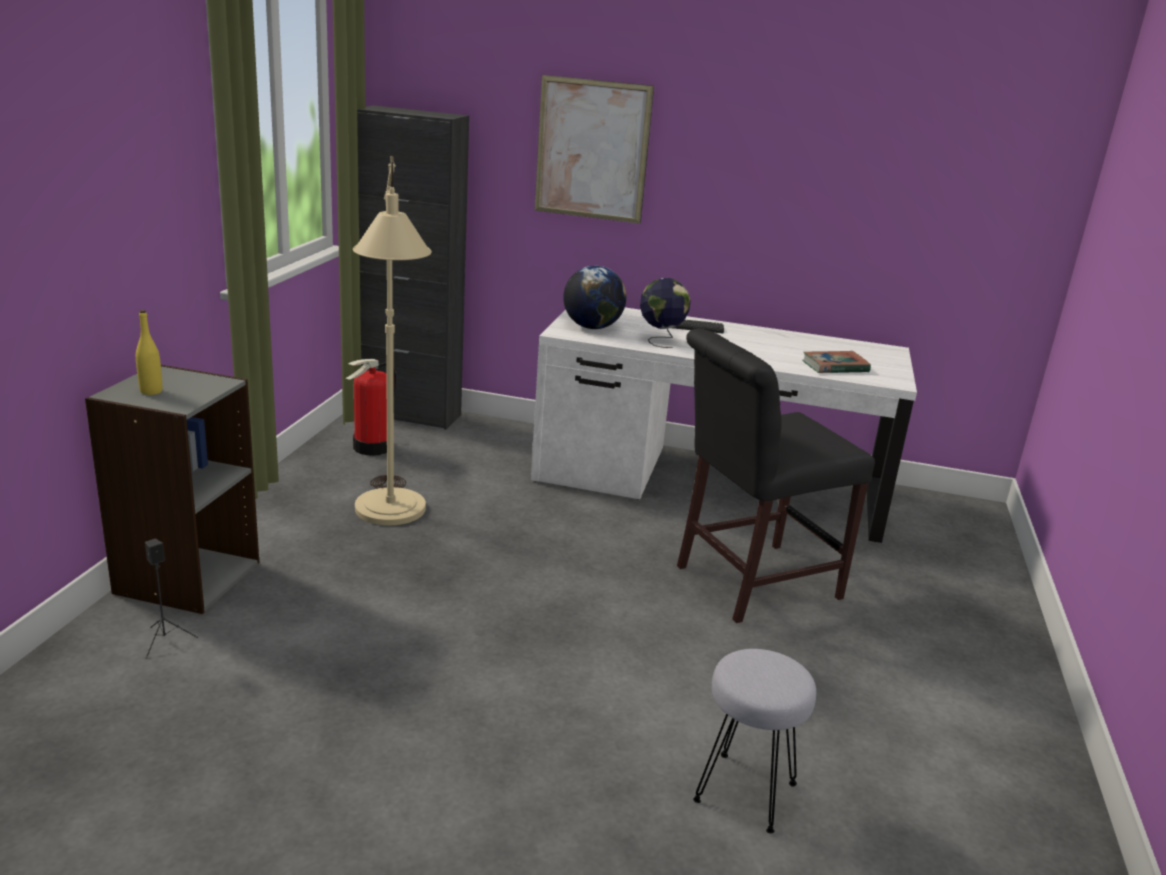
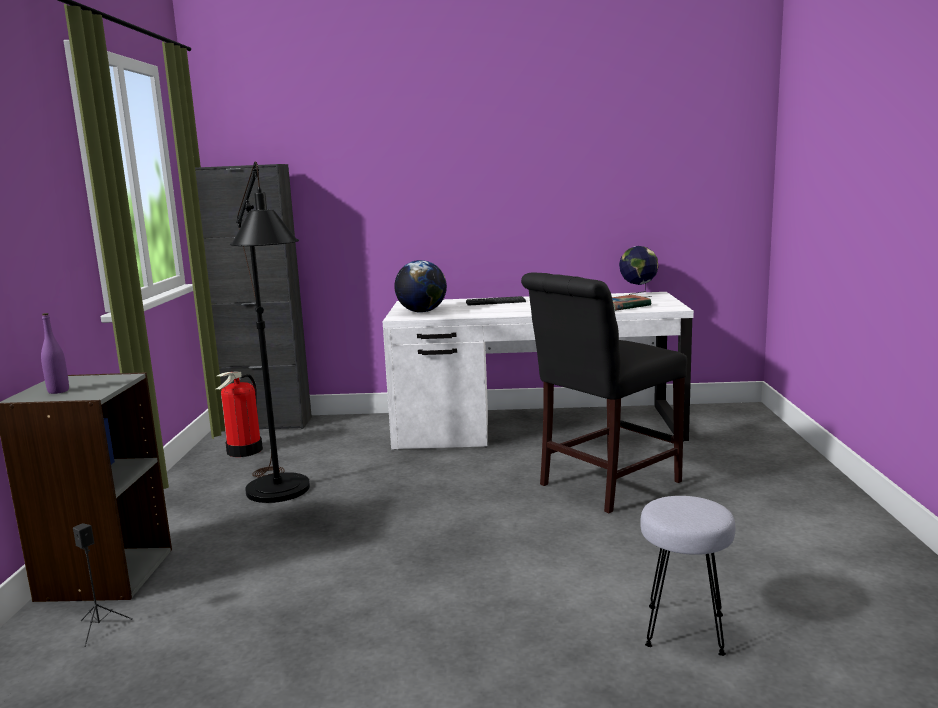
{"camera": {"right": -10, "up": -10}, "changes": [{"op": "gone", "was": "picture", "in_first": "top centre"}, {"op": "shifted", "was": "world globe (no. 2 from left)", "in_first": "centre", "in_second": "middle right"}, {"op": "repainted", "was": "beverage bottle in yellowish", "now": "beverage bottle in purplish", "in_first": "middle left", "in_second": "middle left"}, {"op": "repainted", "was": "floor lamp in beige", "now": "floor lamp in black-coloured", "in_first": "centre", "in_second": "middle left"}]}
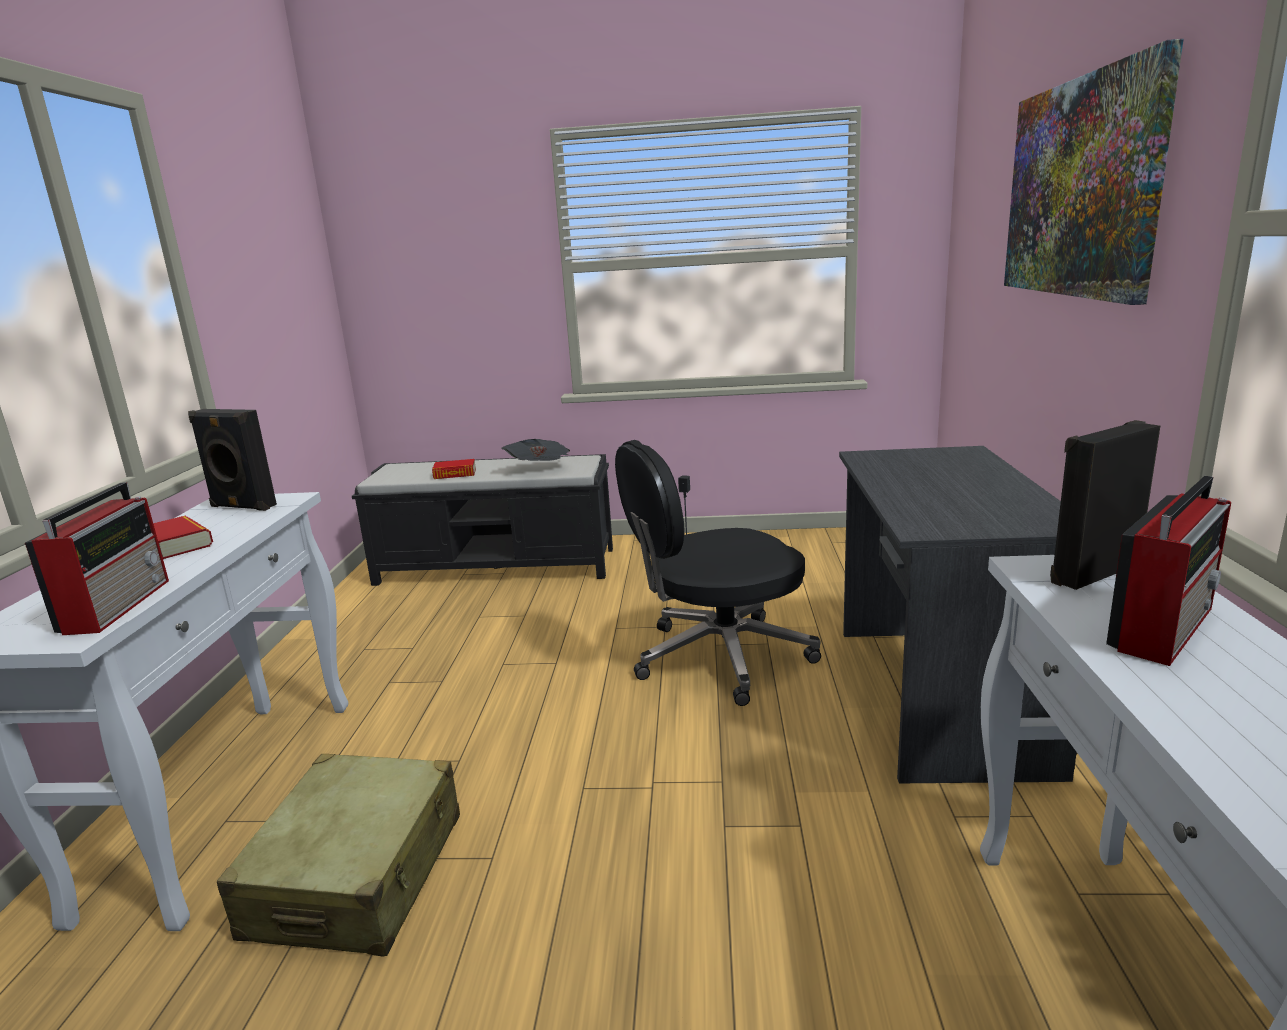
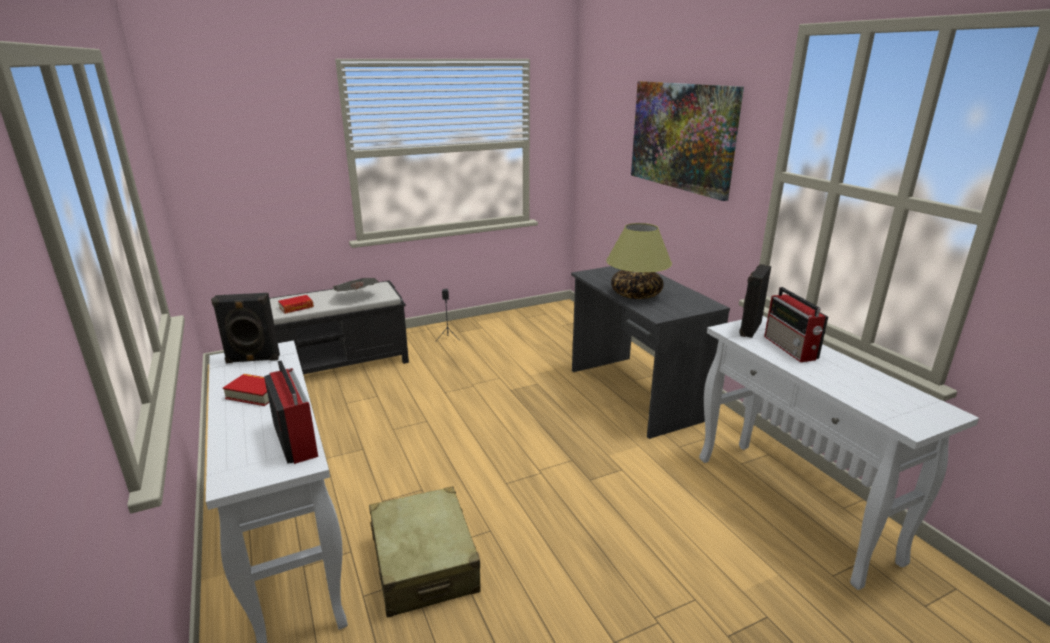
{"camera": {"right": -30, "up": 5}, "changes": [{"op": "gone", "was": "office chair in black-coloured", "in_first": "centre"}, {"op": "new", "now": "table lamp", "in_second": "centre"}, {"op": "rotated", "was": "radio (no. 2 from left)", "in_first": "middle right", "in_second": "middle right", "clockwise": 150}]}
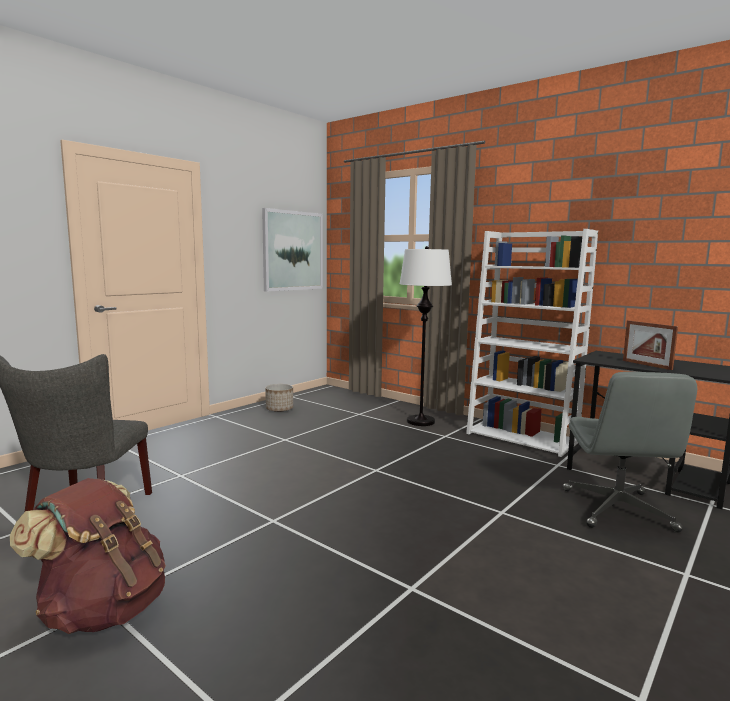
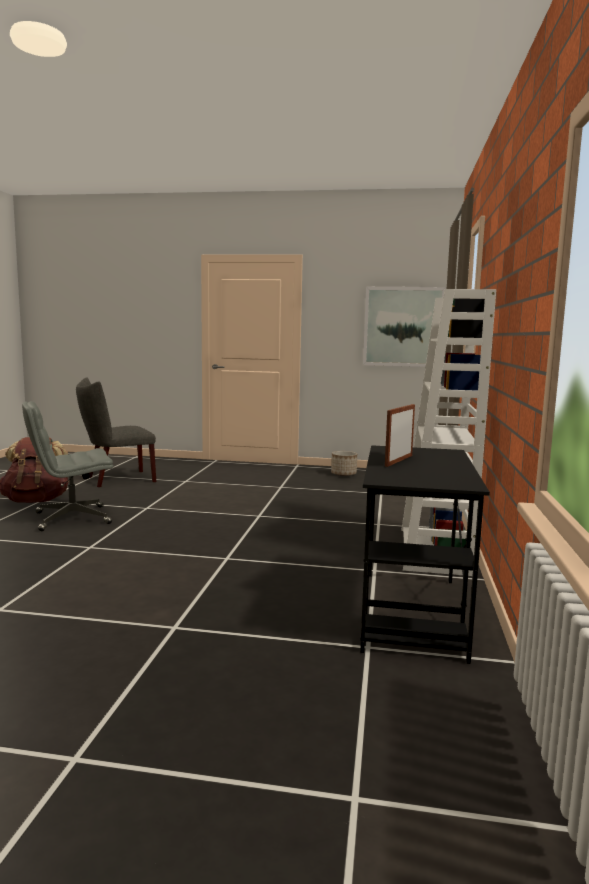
{"camera": {"right": 60, "up": 0}, "changes": [{"op": "gone", "was": "floor lamp in white", "in_first": "centre"}, {"op": "shifted", "was": "office chair in greyish", "in_first": "middle right", "in_second": "middle left"}]}
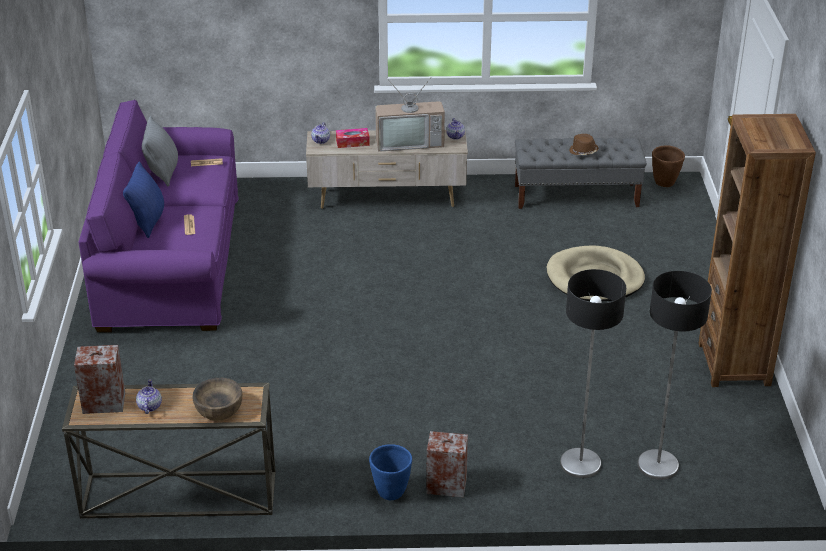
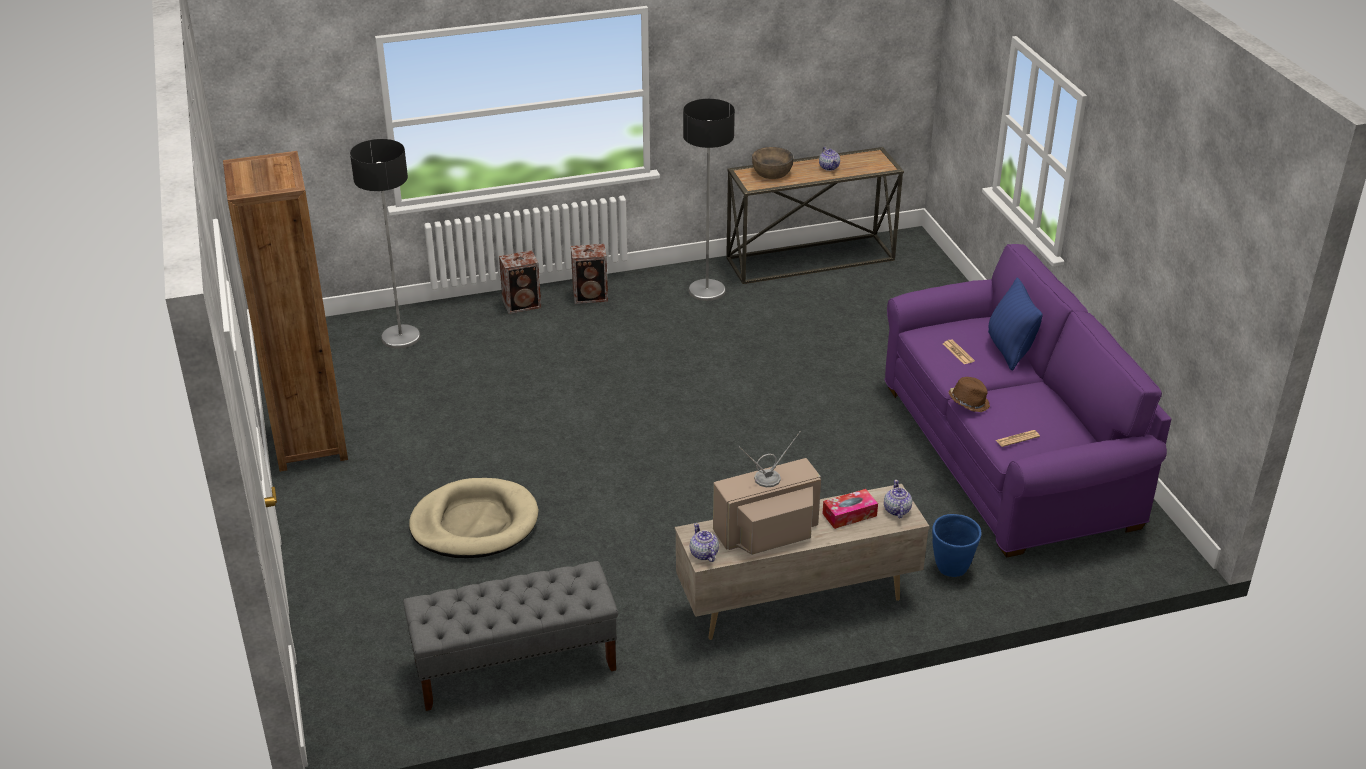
{"camera": {"right": 165, "up": 0}, "changes": [{"op": "gone", "was": "cushion in greyish", "in_first": "top left"}, {"op": "gone", "was": "planter in brown", "in_first": "top right"}, {"op": "shifted", "was": "audio speaker (no. 1 from left)", "in_first": "bottom left", "in_second": "centre"}, {"op": "shifted", "was": "planter in blue-coloured", "in_first": "bottom centre", "in_second": "bottom right"}, {"op": "shifted", "was": "floor lamp (no. 1 from left in the first image)", "now": "floor lamp (no. 2 from left)", "in_first": "bottom right", "in_second": "top centre"}, {"op": "shifted", "was": "hat in brown", "in_first": "top right", "in_second": "middle right"}]}
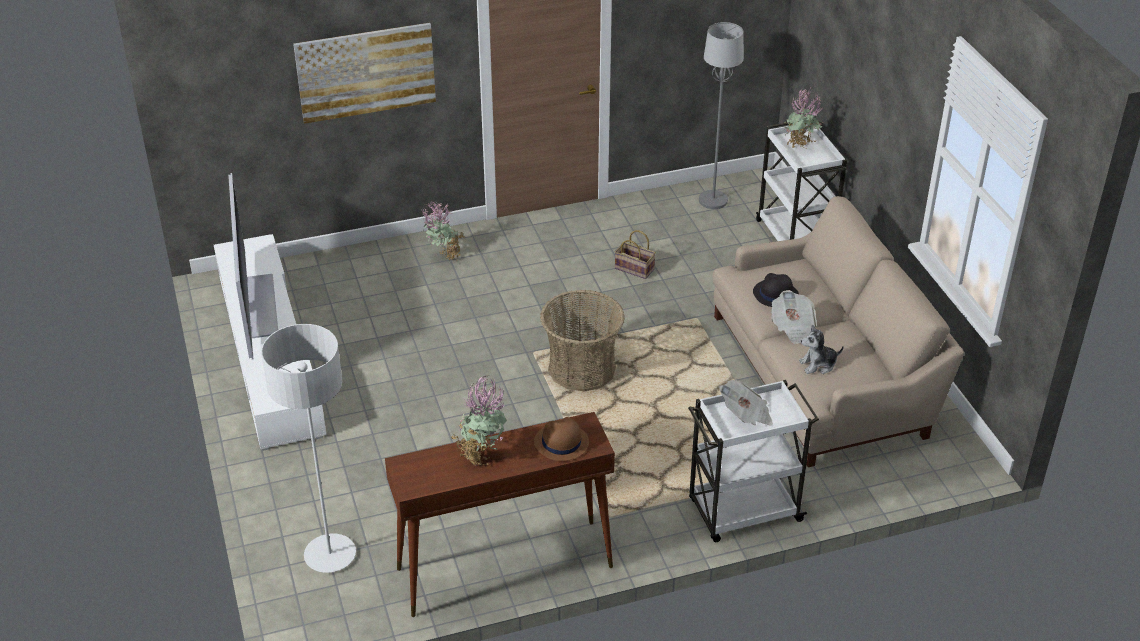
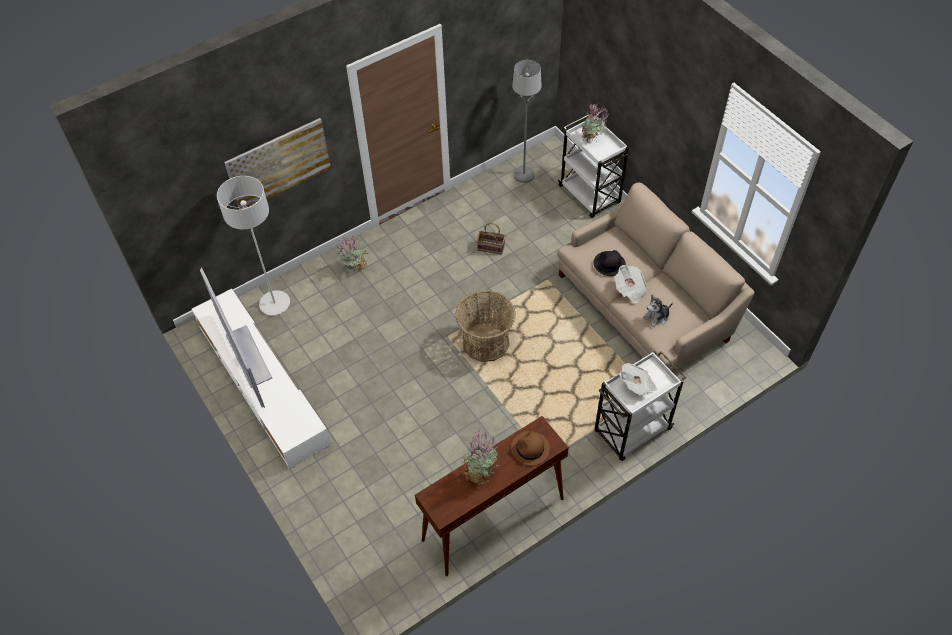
{"camera": {"right": -15, "up": 15}, "changes": [{"op": "shifted", "was": "floor lamp in greyish (no. 1 from left)", "in_first": "bottom left", "in_second": "middle left"}]}
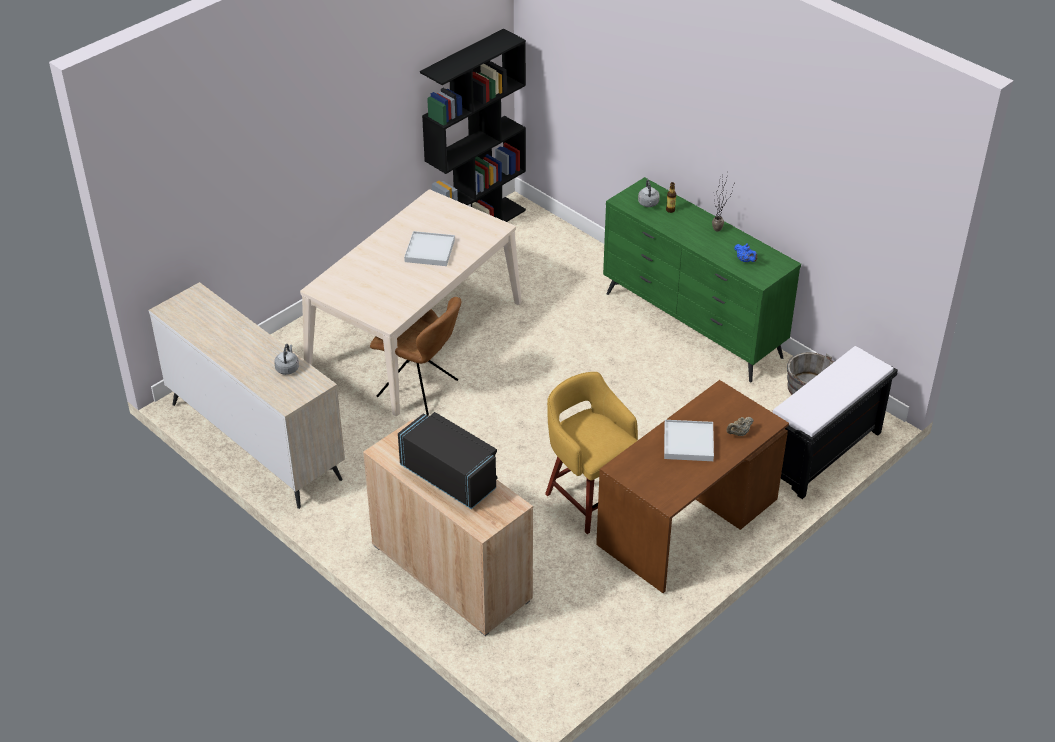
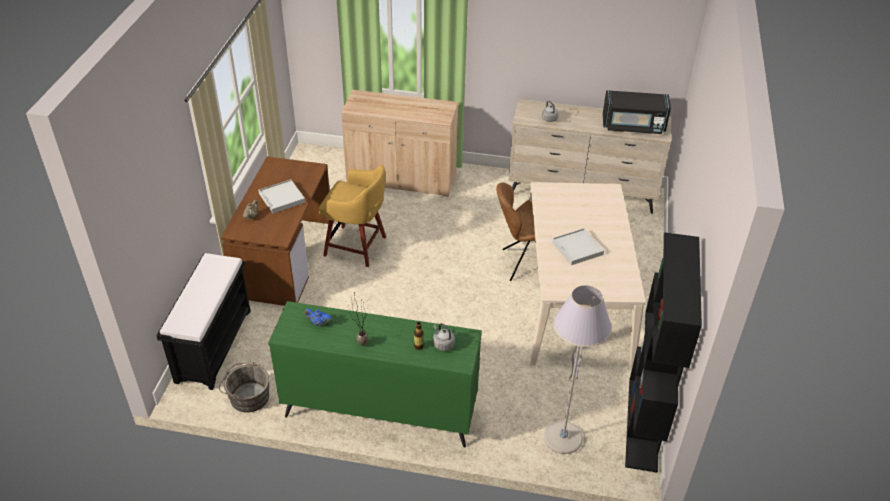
{"camera": {"right": 145, "up": 0}, "changes": [{"op": "new", "now": "floor lamp in greyish", "in_second": "bottom centre"}, {"op": "shifted", "was": "microwave in black-coloured", "in_first": "centre", "in_second": "top right"}]}
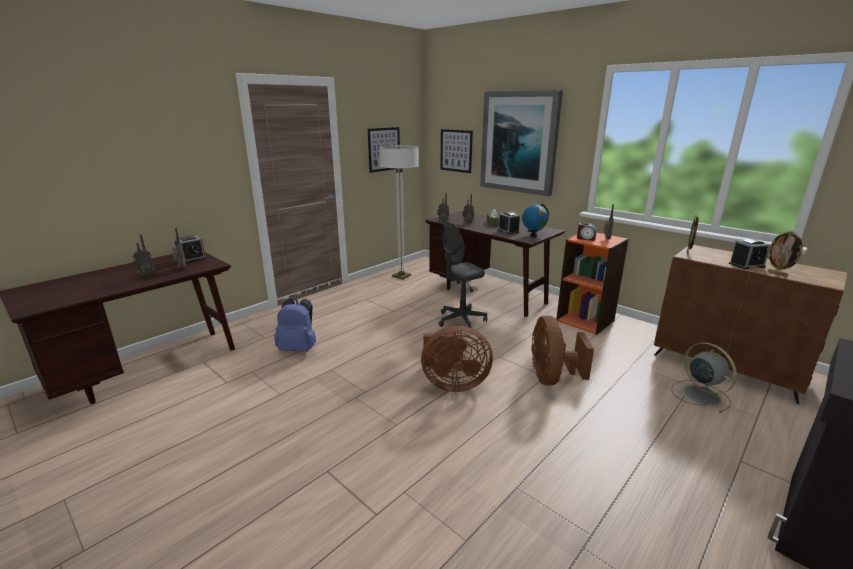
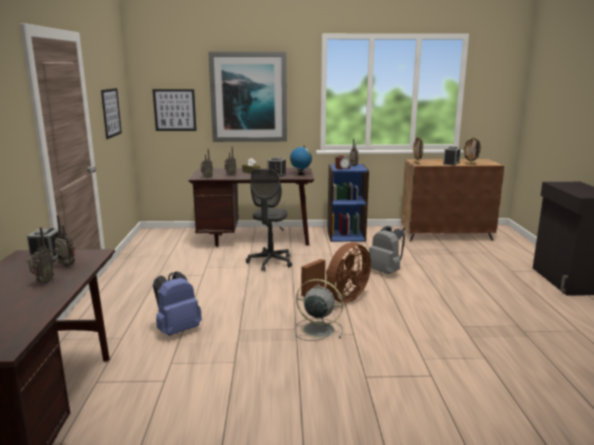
{"camera": {"right": -45, "up": -5}, "changes": [{"op": "gone", "was": "floor lamp", "in_first": "centre"}, {"op": "shifted", "was": "electric fan in greyish", "in_first": "middle right", "in_second": "bottom centre"}, {"op": "swapped", "was": "electric fan in brown (no. 2 from left)", "now": "backpack in greyish", "in_first": "centre", "in_second": "centre"}, {"op": "repainted", "was": "bookcase in orangey", "now": "bookcase in blue-coloured", "in_first": "middle right", "in_second": "centre"}]}
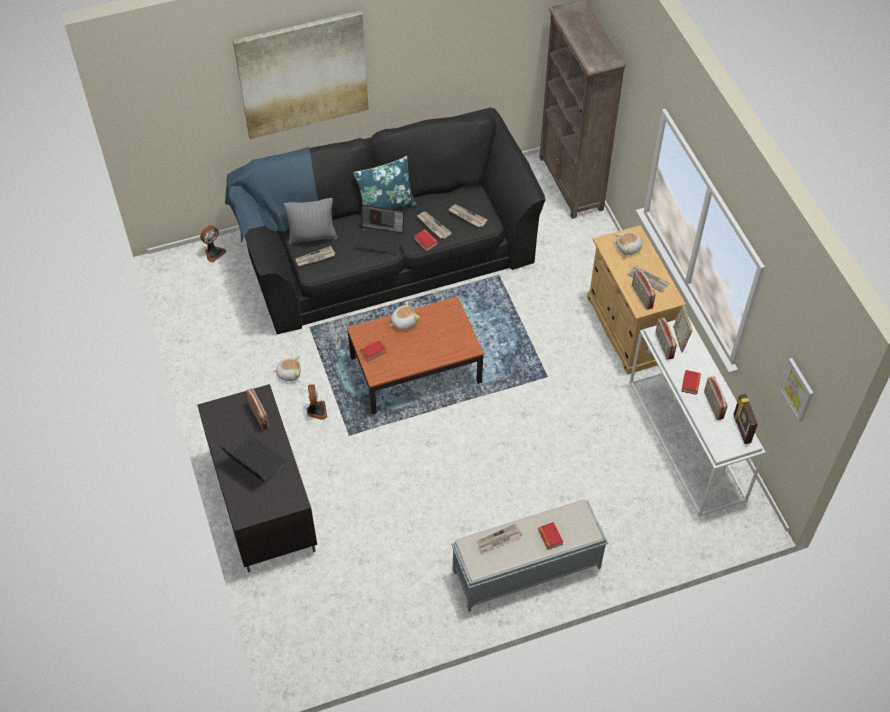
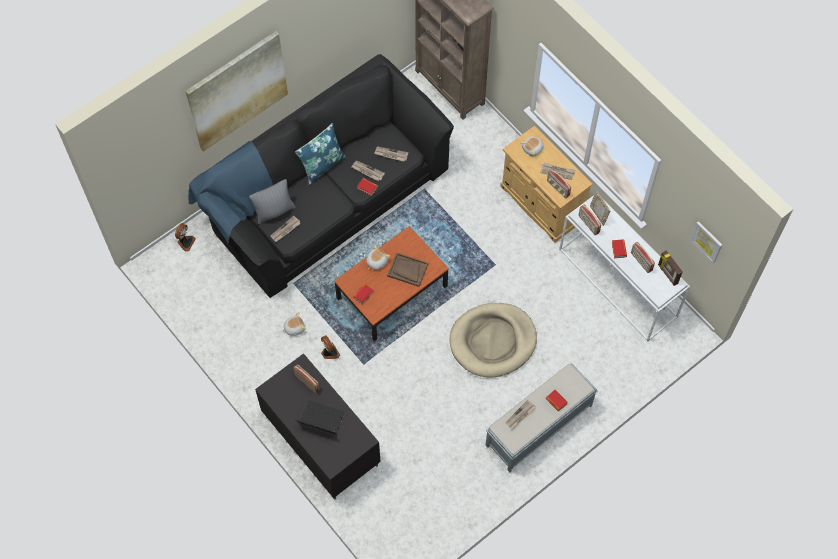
{"camera": {"right": -20, "up": 10}, "changes": [{"op": "gone", "was": "portable computer (no. 2 from left)", "in_first": "top centre"}, {"op": "new", "now": "carrying tray in brown", "in_second": "centre"}, {"op": "new", "now": "pet bed in beige", "in_second": "centre"}]}
